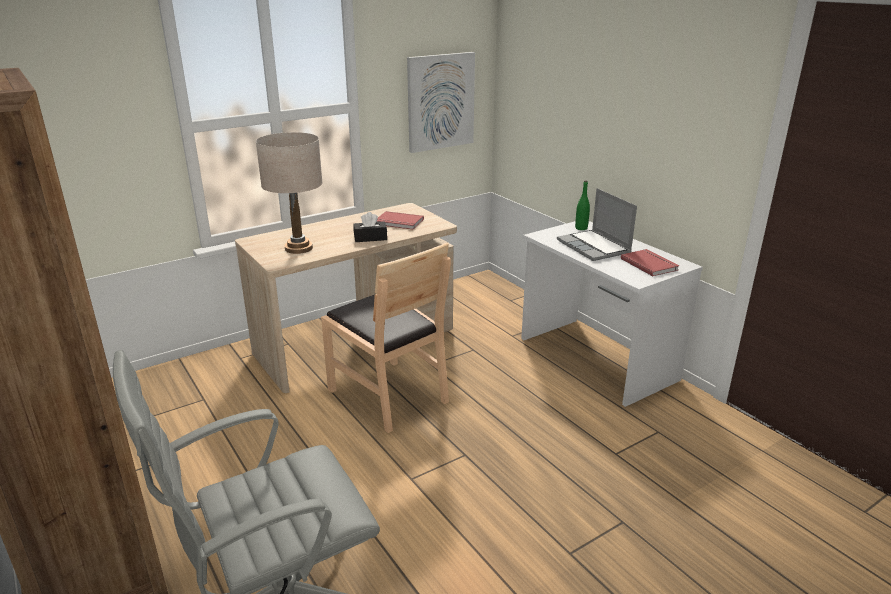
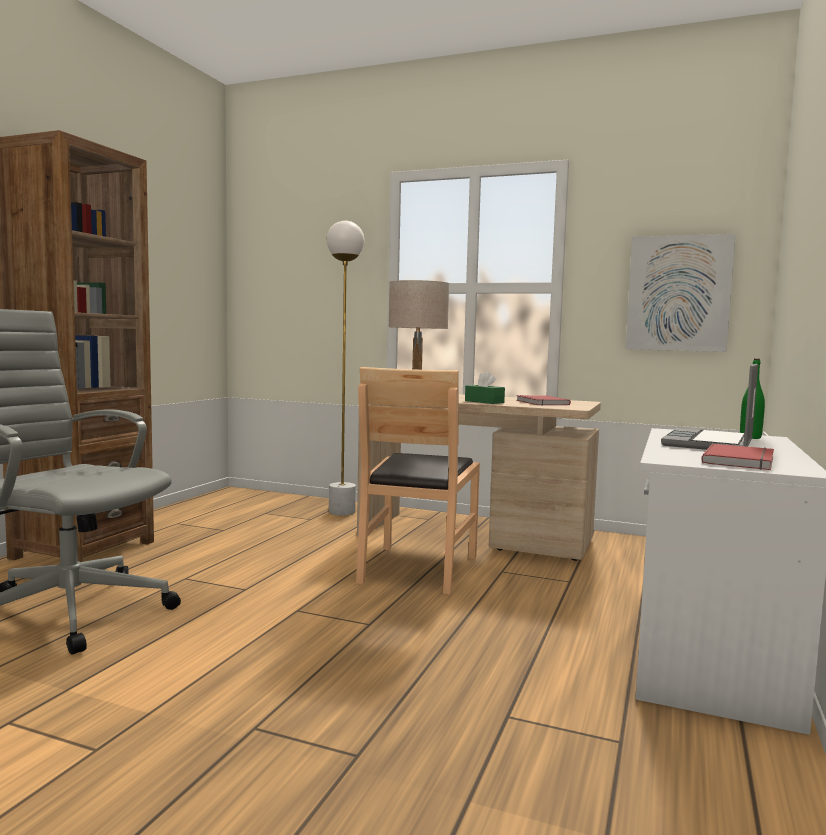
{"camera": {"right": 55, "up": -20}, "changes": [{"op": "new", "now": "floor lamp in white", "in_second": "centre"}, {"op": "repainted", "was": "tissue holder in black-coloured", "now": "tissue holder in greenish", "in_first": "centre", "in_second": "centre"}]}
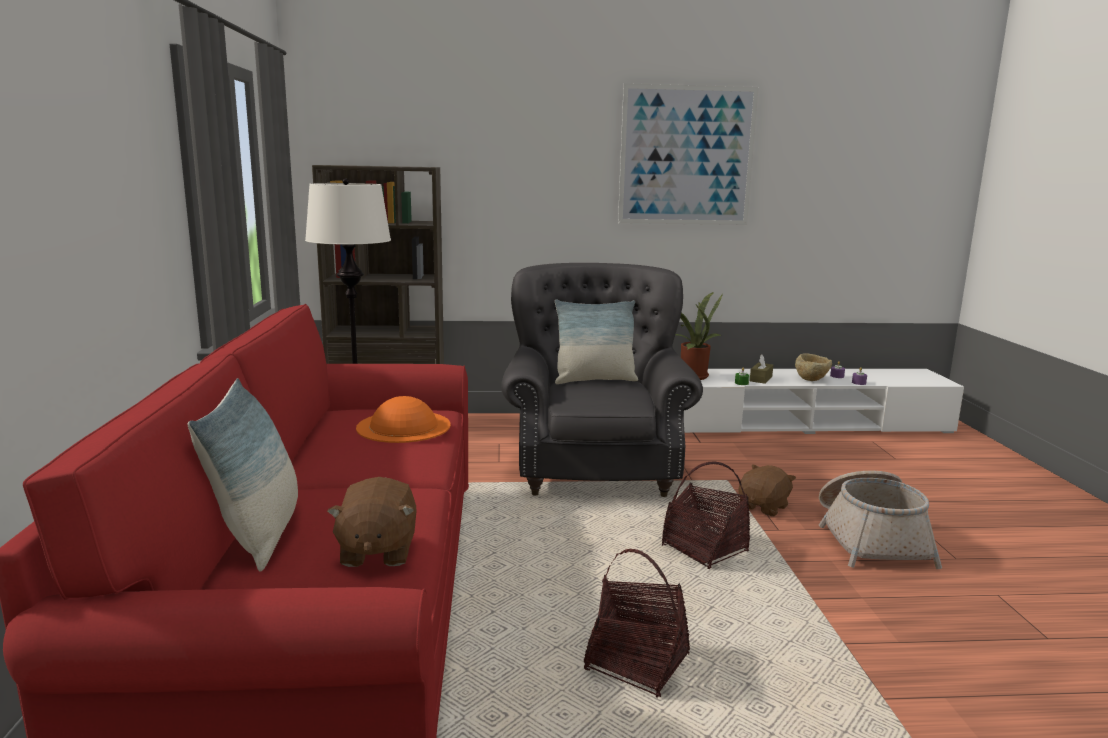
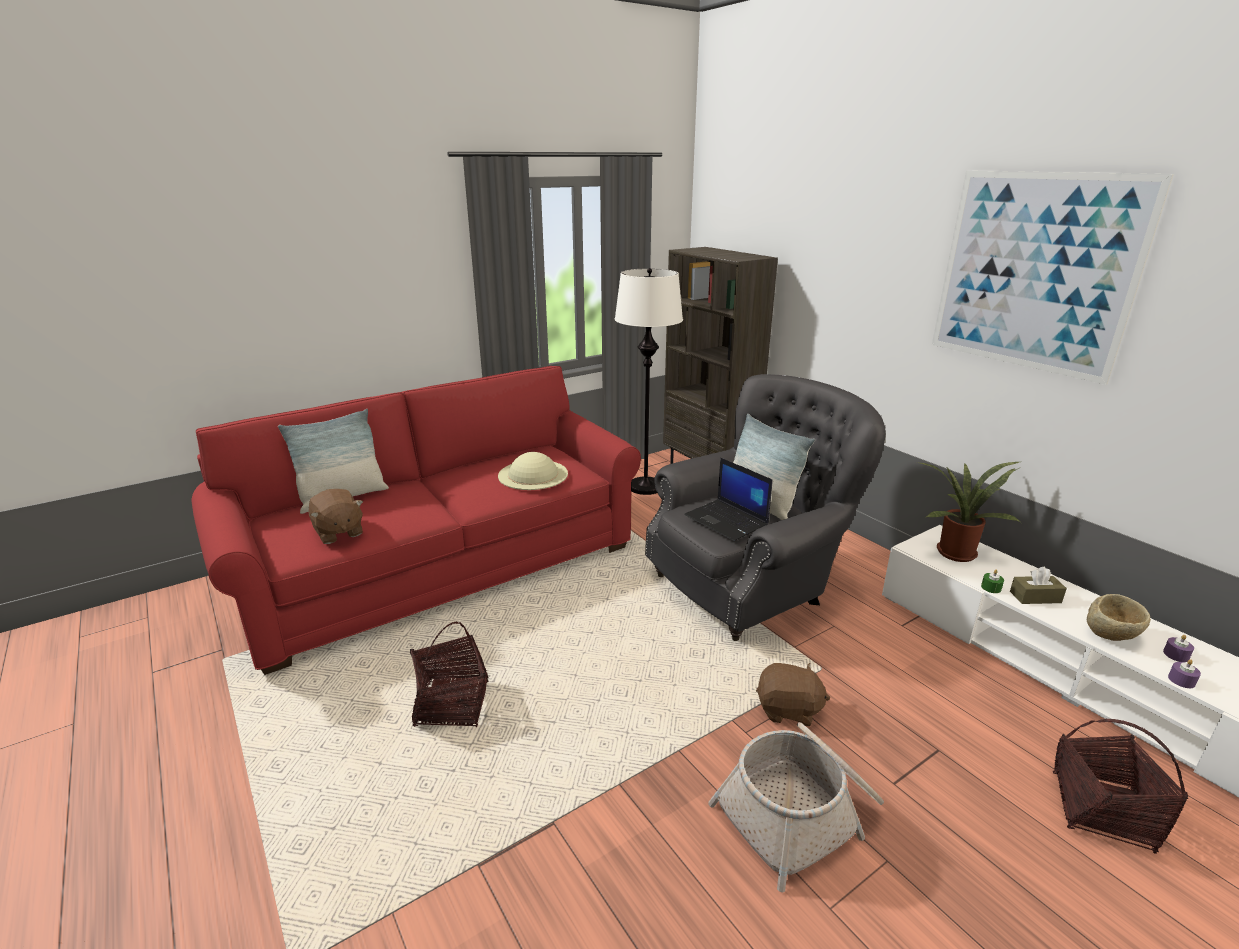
{"camera": {"right": 60, "up": 10}, "changes": [{"op": "new", "now": "portable computer", "in_second": "centre"}, {"op": "shifted", "was": "basket (no. 2 from left in the first image)", "now": "basket (no. 3 from left)", "in_first": "bottom centre", "in_second": "bottom right"}, {"op": "repainted", "was": "hat in orangey", "now": "hat in beige", "in_first": "centre", "in_second": "centre"}, {"op": "rotated", "was": "plush toy in brown (no. 1 from left)", "in_first": "bottom centre", "in_second": "middle left", "clockwise": -90}]}
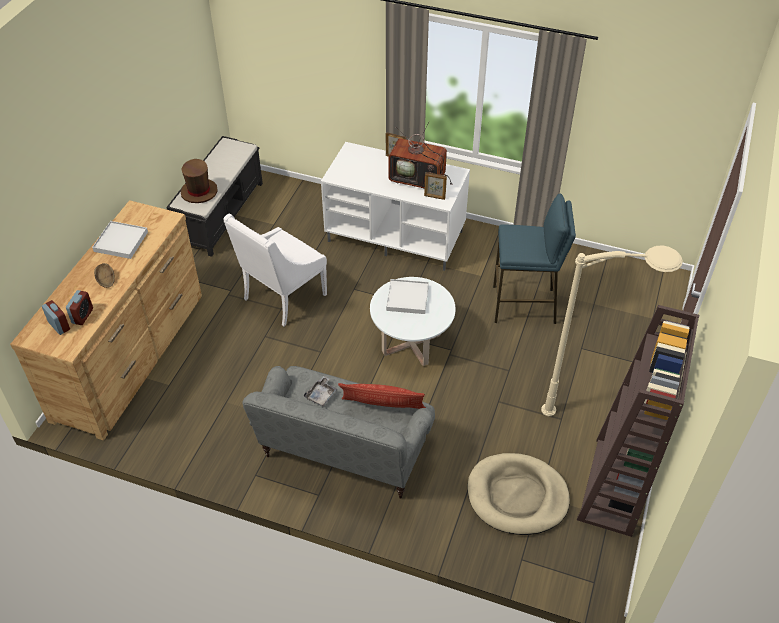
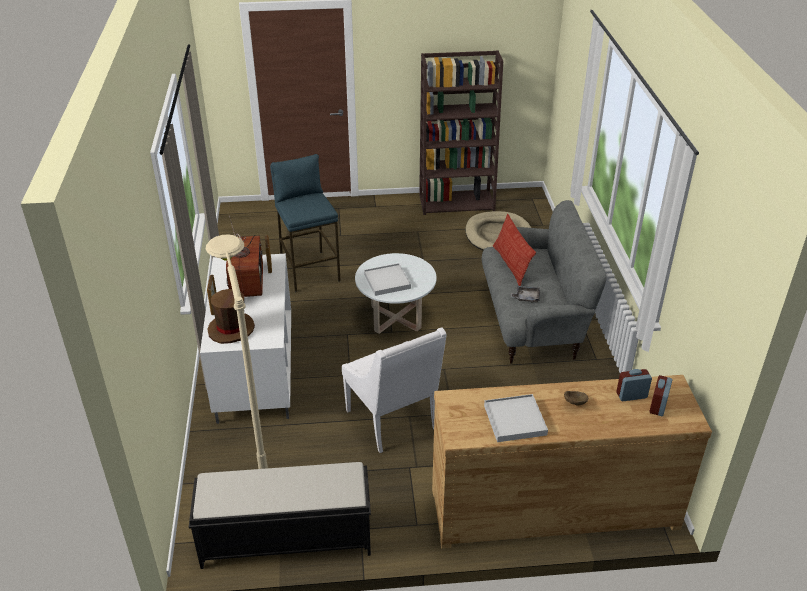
{"camera": {"right": -115, "up": -10}, "changes": [{"op": "shifted", "was": "hat in brown", "in_first": "top left", "in_second": "middle left"}, {"op": "shifted", "was": "floor lamp in beige", "in_first": "middle right", "in_second": "middle left"}, {"op": "rotated", "was": "easy chair in white", "in_first": "centre", "in_second": "centre", "clockwise": 45}]}
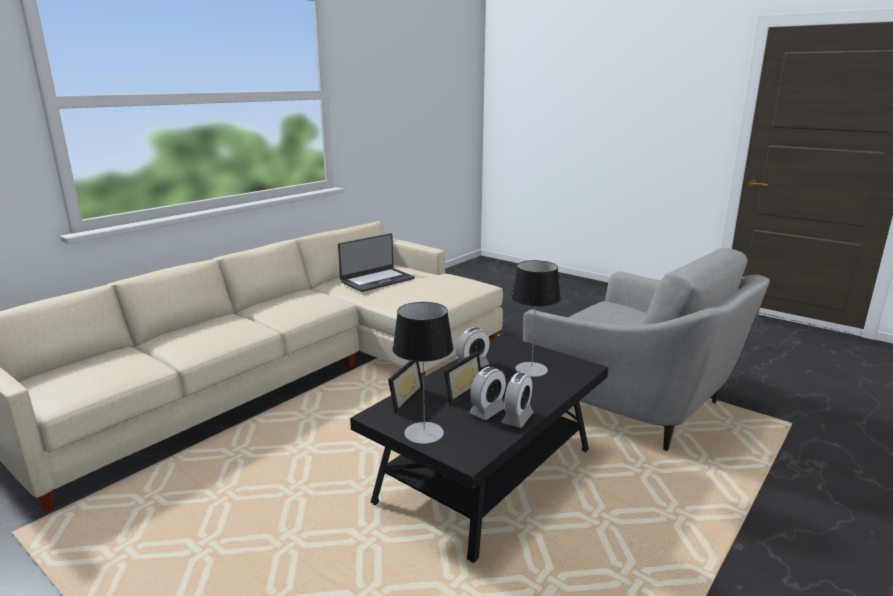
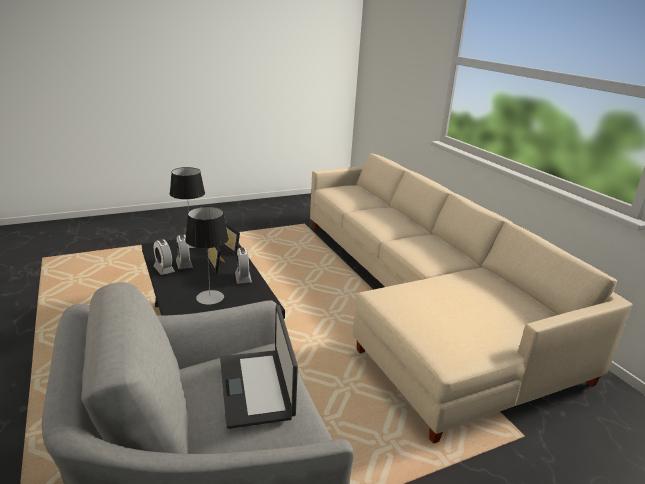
{"camera": {"right": 115, "up": 5}, "changes": [{"op": "shifted", "was": "portable computer", "in_first": "centre", "in_second": "bottom centre"}]}
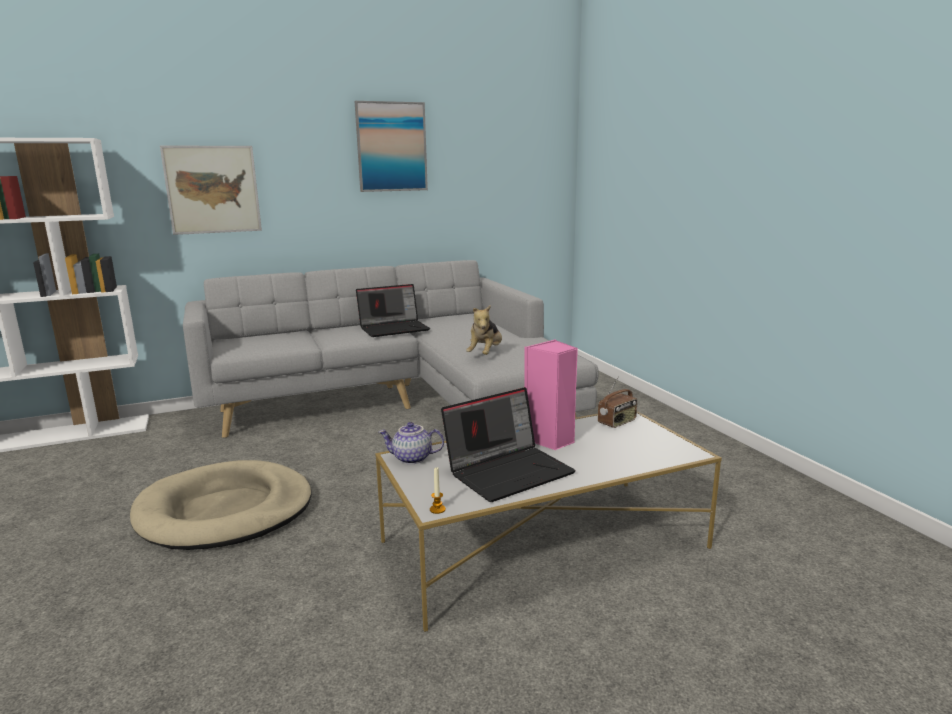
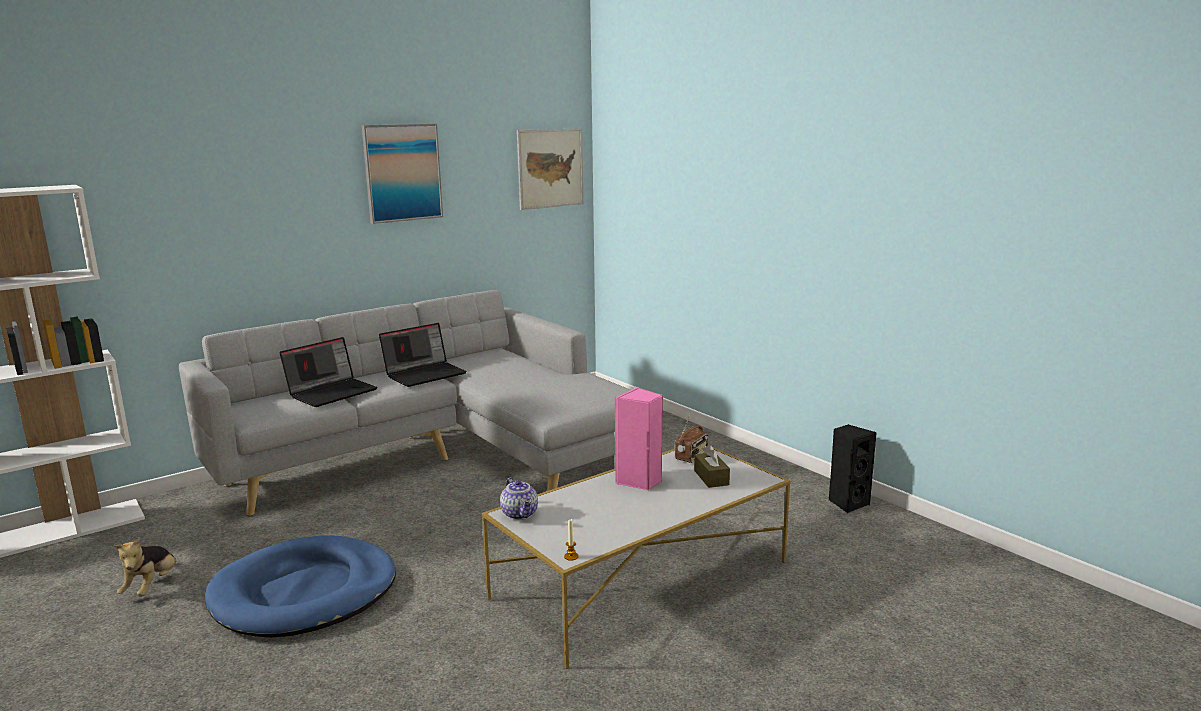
{"camera": {"right": -15, "up": 0}, "changes": [{"op": "new", "now": "tissue holder in brown", "in_second": "centre"}, {"op": "new", "now": "audio speaker in black-coloured", "in_second": "middle right"}, {"op": "shifted", "was": "picture (no. 1 from left in the first image)", "now": "picture (no. 2 from left)", "in_first": "top left", "in_second": "top centre"}, {"op": "shifted", "was": "portable computer (no. 2 from left in the first image)", "now": "portable computer (no. 1 from left)", "in_first": "centre", "in_second": "middle left"}, {"op": "shifted", "was": "plush toy", "in_first": "centre", "in_second": "bottom left"}, {"op": "repainted", "was": "pet bed in beige", "now": "pet bed in blue-coloured", "in_first": "bottom left", "in_second": "bottom left"}, {"op": "rotated", "was": "tea pot", "in_first": "centre", "in_second": "bottom centre", "clockwise": -105}]}
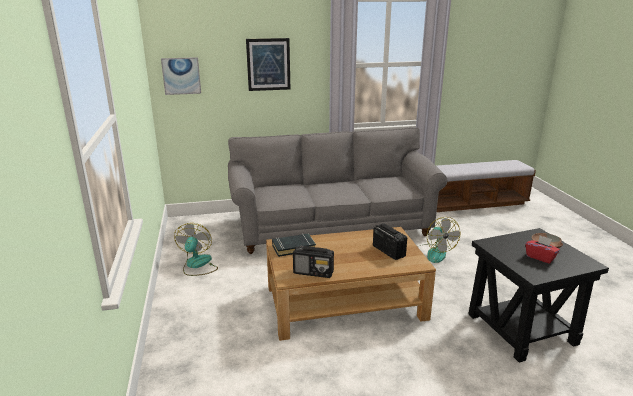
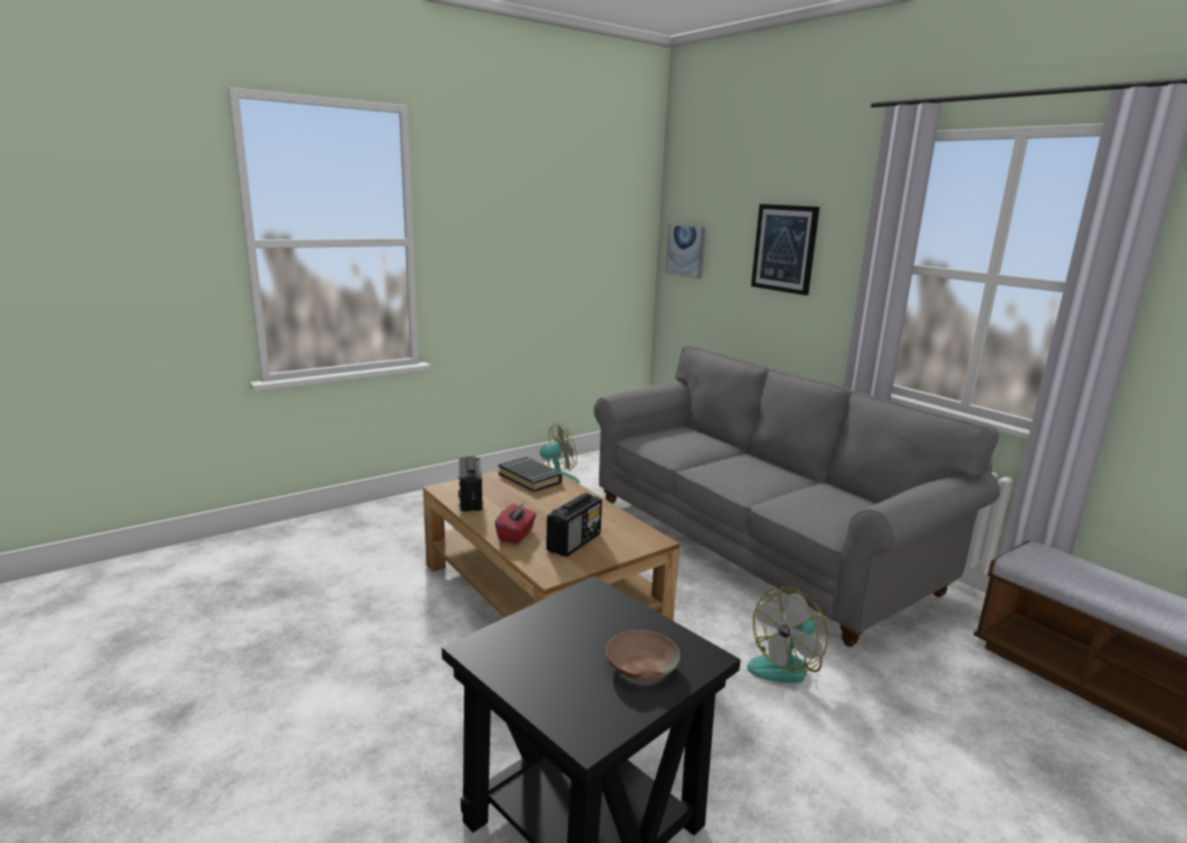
{"camera": {"right": 65, "up": -5}, "changes": [{"op": "shifted", "was": "tissue holder in red", "in_first": "middle right", "in_second": "centre"}]}
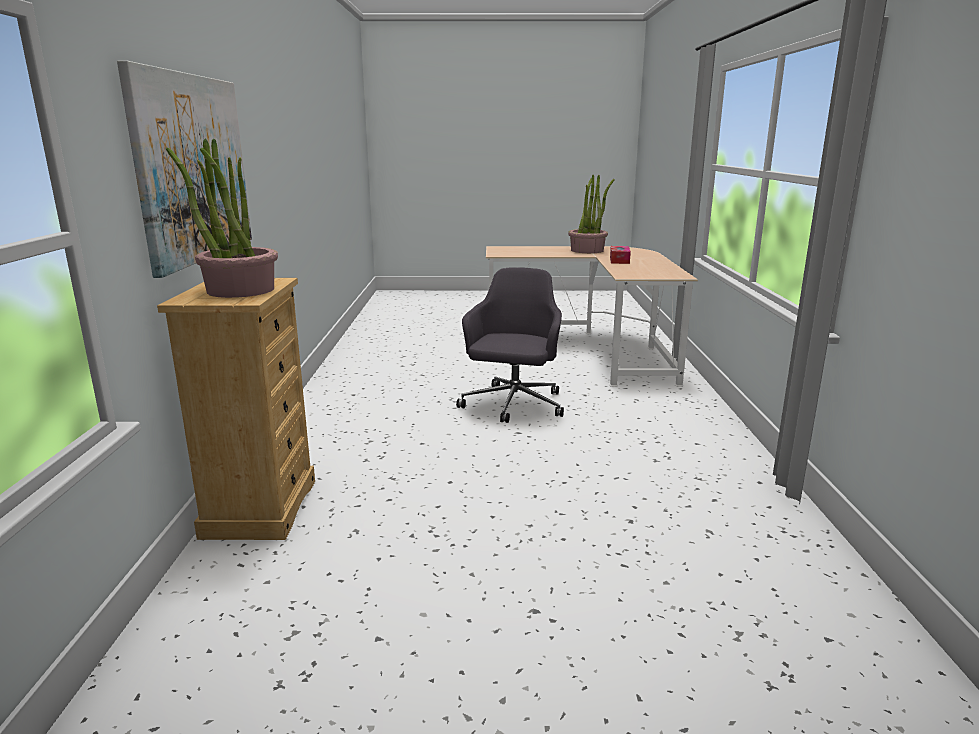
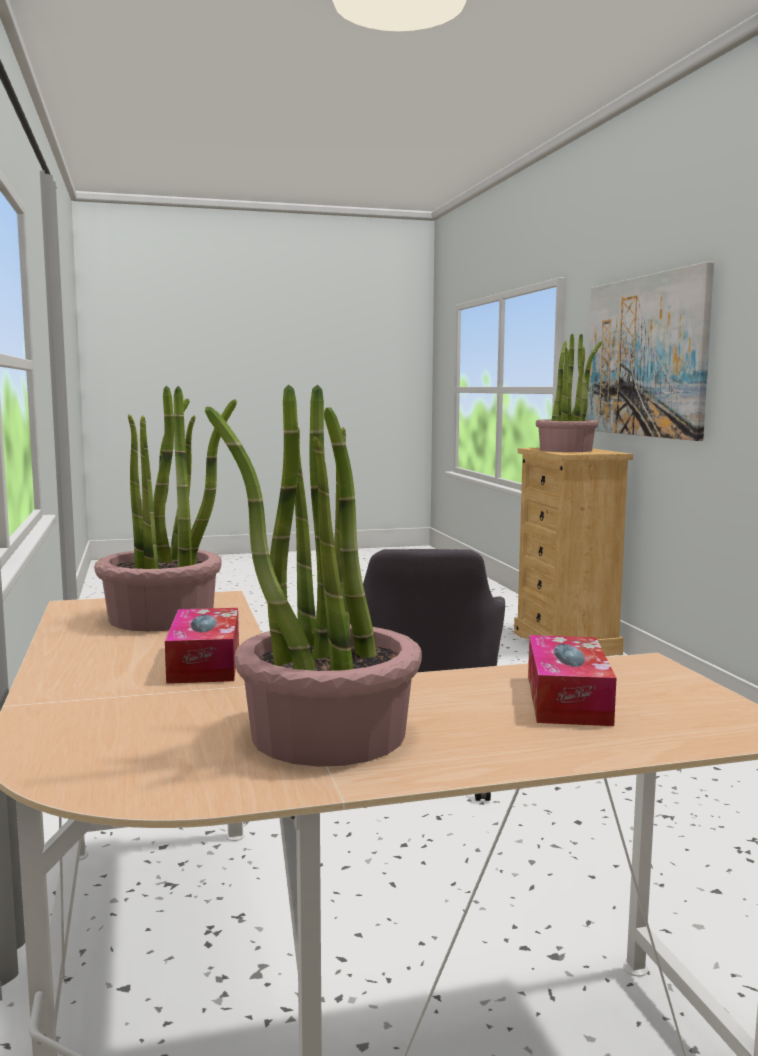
{"camera": {"right": 165, "up": -10}, "changes": [{"op": "new", "now": "plant in a pot (no. 1 from left)", "in_second": "middle left"}, {"op": "new", "now": "tissue holder (no. 2 from left)", "in_second": "middle right"}]}
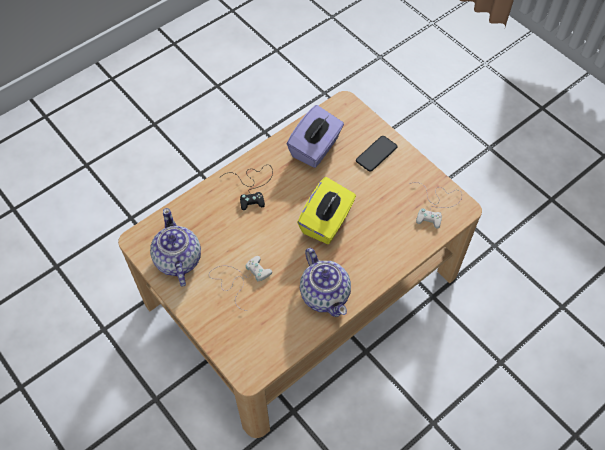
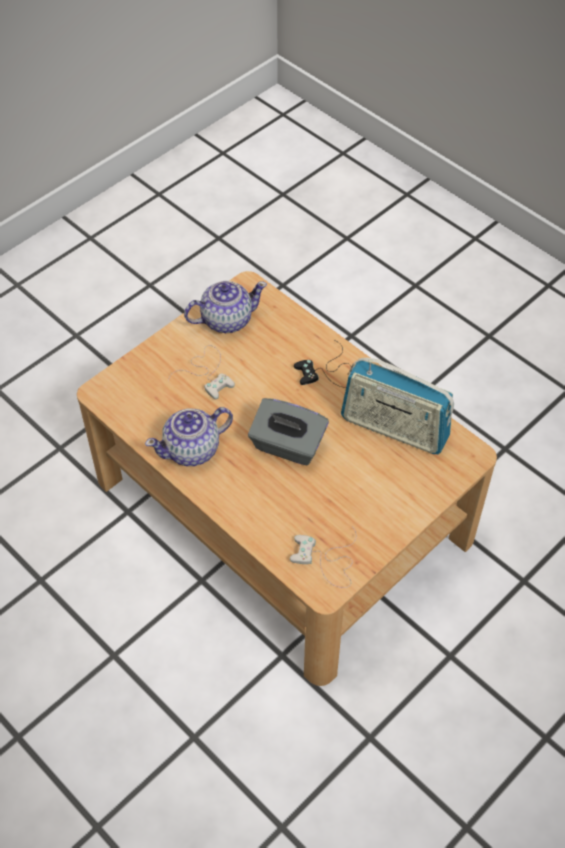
{"camera": {"right": 85, "up": -5}, "changes": [{"op": "gone", "was": "telephone", "in_first": "centre"}, {"op": "swapped", "was": "tissue holder in purplish", "now": "radio", "in_first": "top centre", "in_second": "middle right"}, {"op": "repainted", "was": "tissue holder in yellowish", "now": "tissue holder in greyish", "in_first": "centre", "in_second": "centre"}]}
